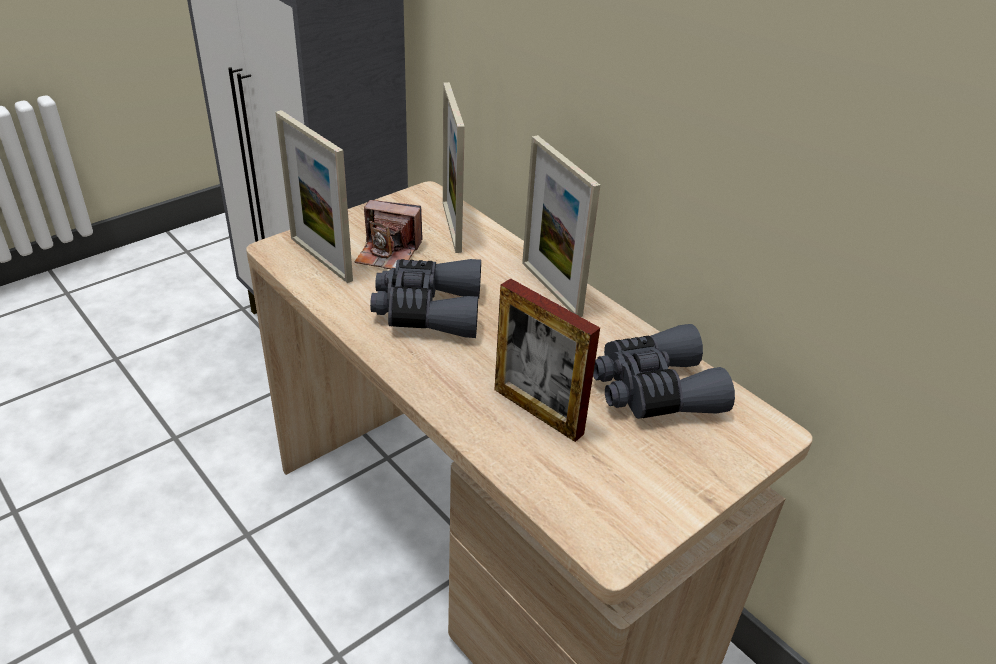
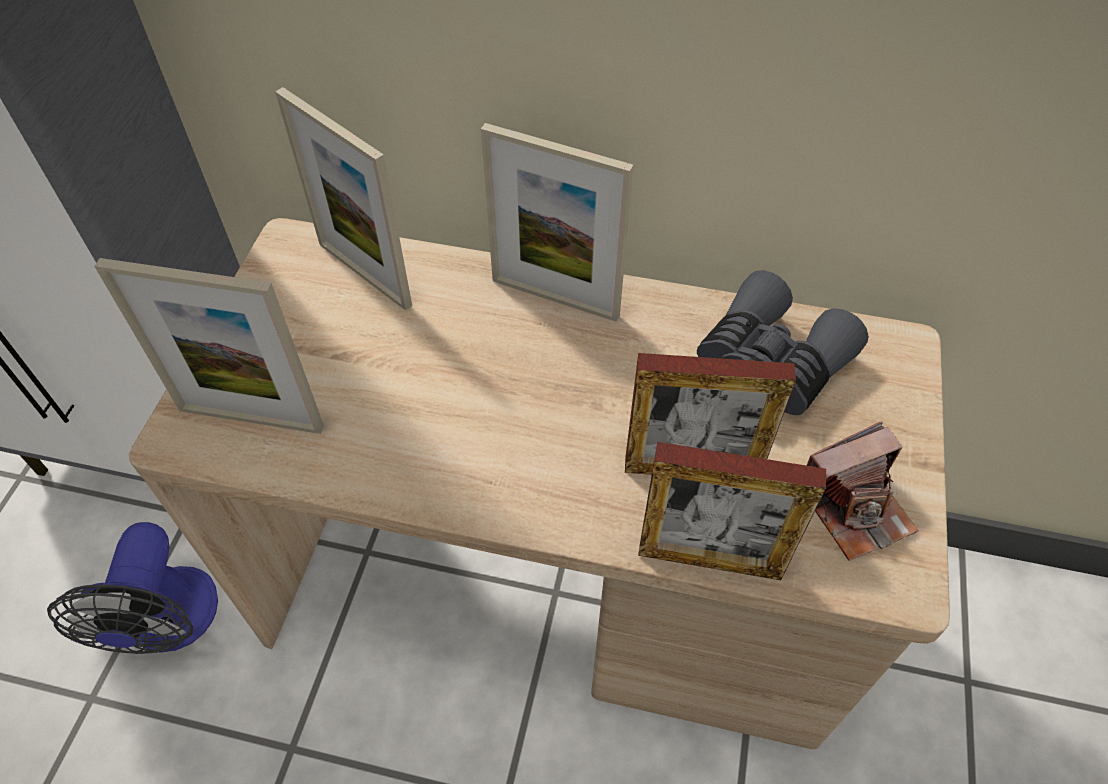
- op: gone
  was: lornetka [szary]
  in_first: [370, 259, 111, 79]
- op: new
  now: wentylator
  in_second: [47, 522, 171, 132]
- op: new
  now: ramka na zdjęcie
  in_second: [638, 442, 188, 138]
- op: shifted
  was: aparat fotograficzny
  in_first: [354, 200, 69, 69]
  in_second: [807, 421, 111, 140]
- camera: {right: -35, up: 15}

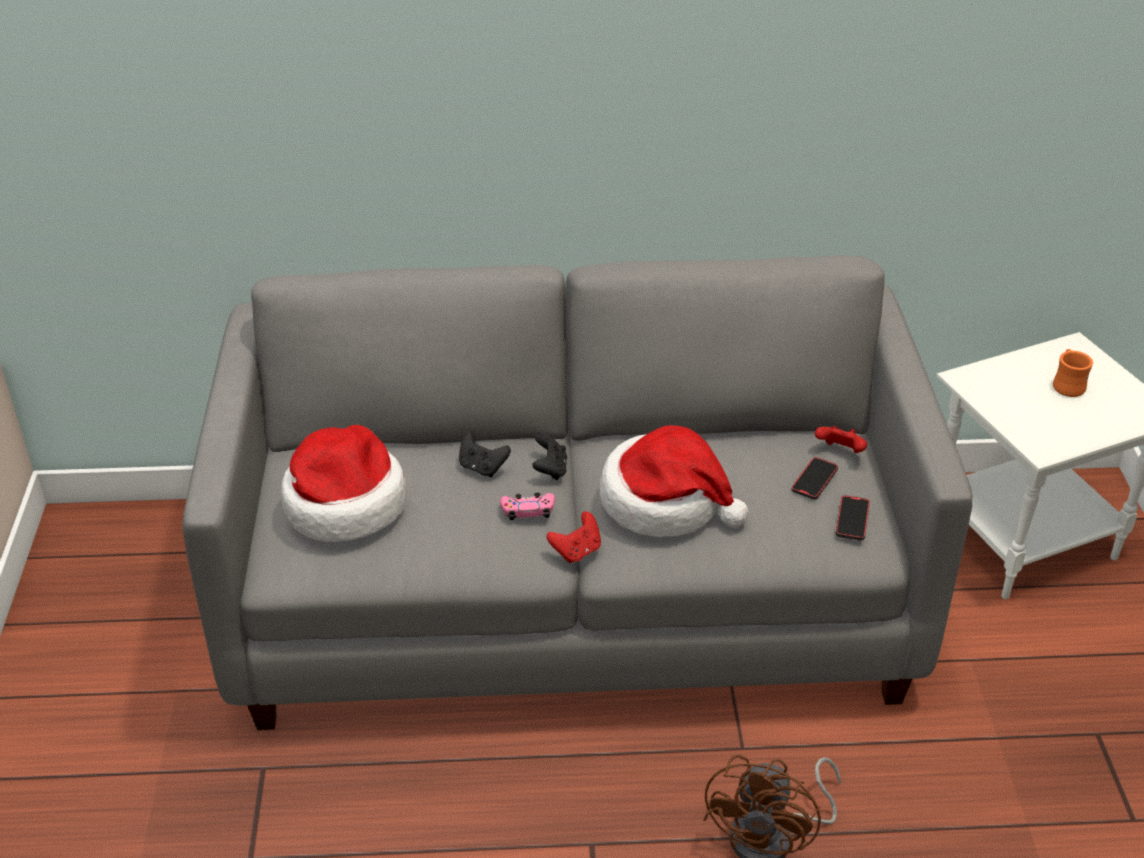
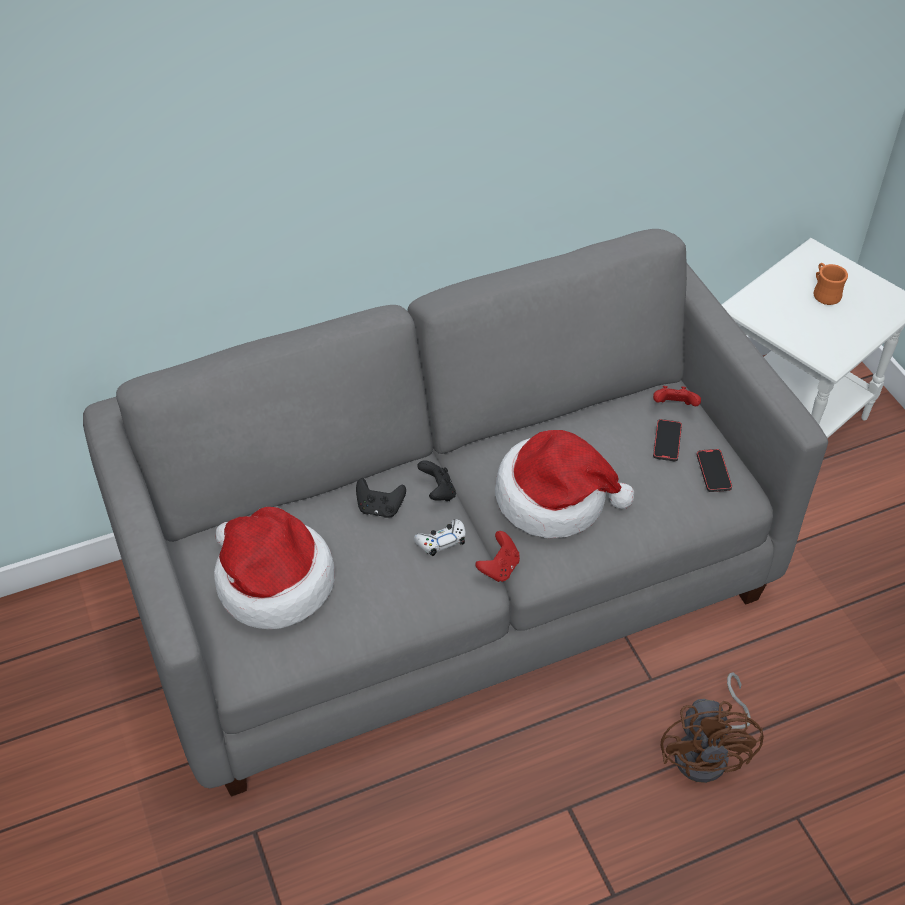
- op: repainted
  was: pad do gier [różowy]
  now: pad do gier [biały]
  in_first: [500, 492, 55, 28]
  in_second: [414, 519, 52, 37]
- camera: {right: -20, up: 10}

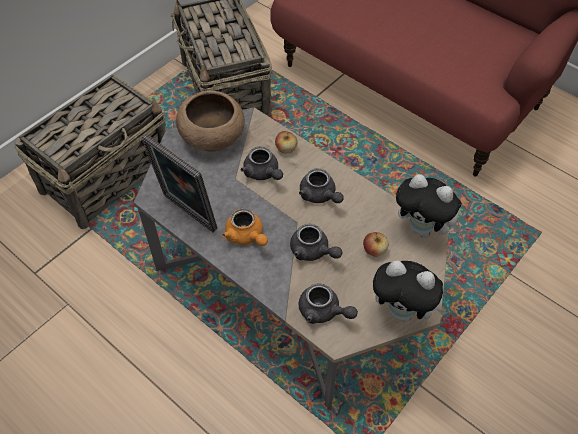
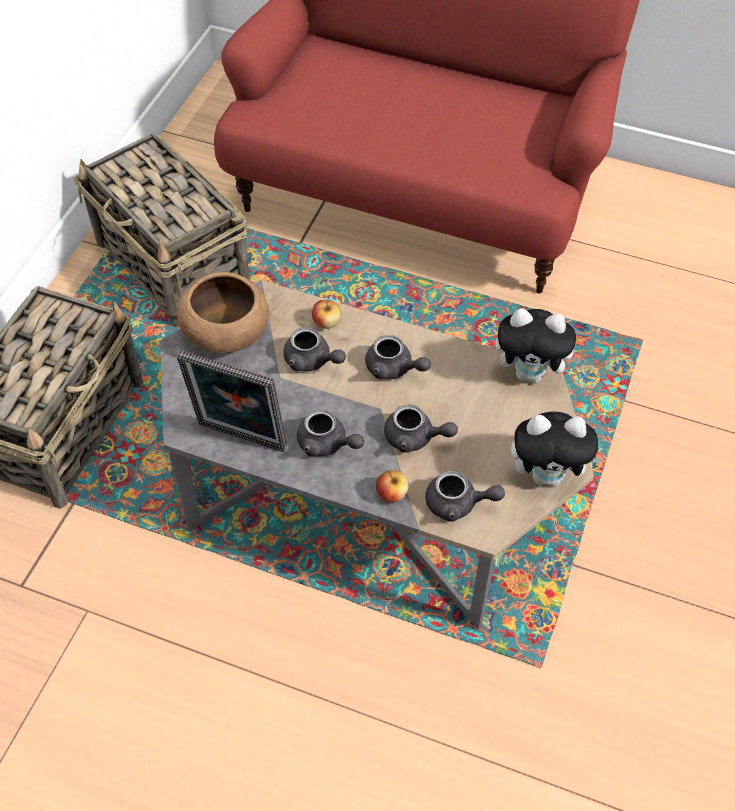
- op: shifted
  was: jabłko
  in_first: [363, 232, 25, 25]
  in_second: [376, 470, 33, 32]
- op: repainted
  was: imbryk [pomarańczowy]
  now: imbryk [szary]
  in_first: [222, 208, 46, 38]
  in_second: [297, 409, 67, 48]
- camera: {right: -20, up: 0}

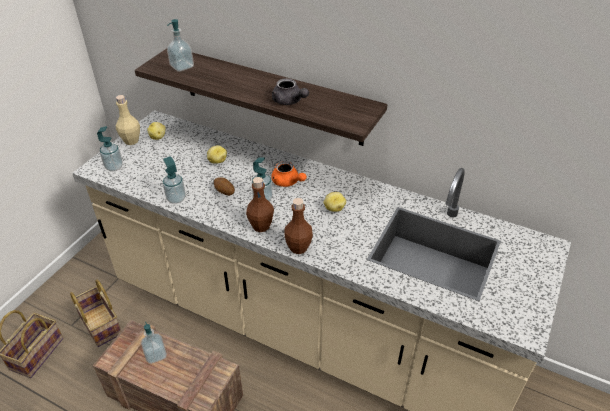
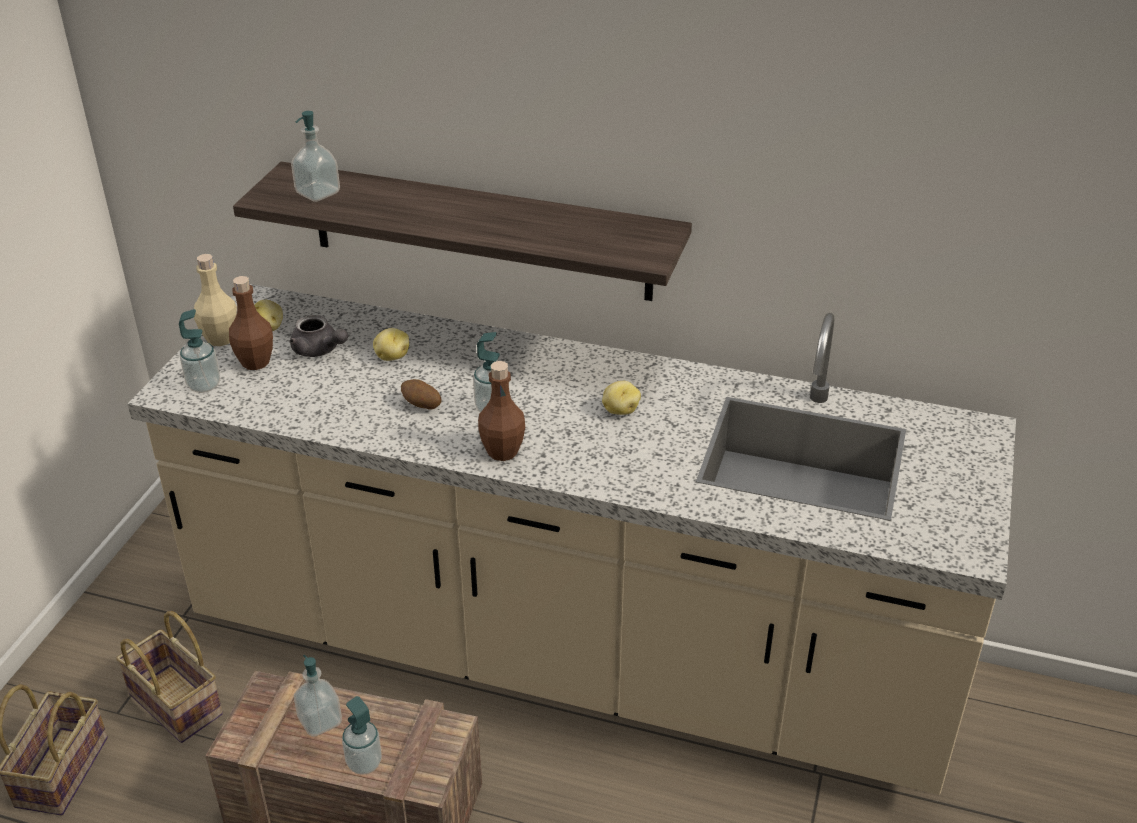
- op: gone
  was: imbryk [pomarańczowy]
  in_first: [271, 161, 36, 26]
- op: shifted
  was: dozownik mydła
  in_first: [163, 156, 23, 48]
  in_second: [342, 696, 40, 79]
- op: shifted
  was: imbryk [szary]
  in_first: [272, 78, 37, 27]
  in_second: [289, 315, 59, 42]
- op: shifted
  was: butelka [brązowy]
  in_first: [284, 198, 29, 56]
  in_second: [229, 276, 44, 94]
- camera: {right: -10, up: -5}

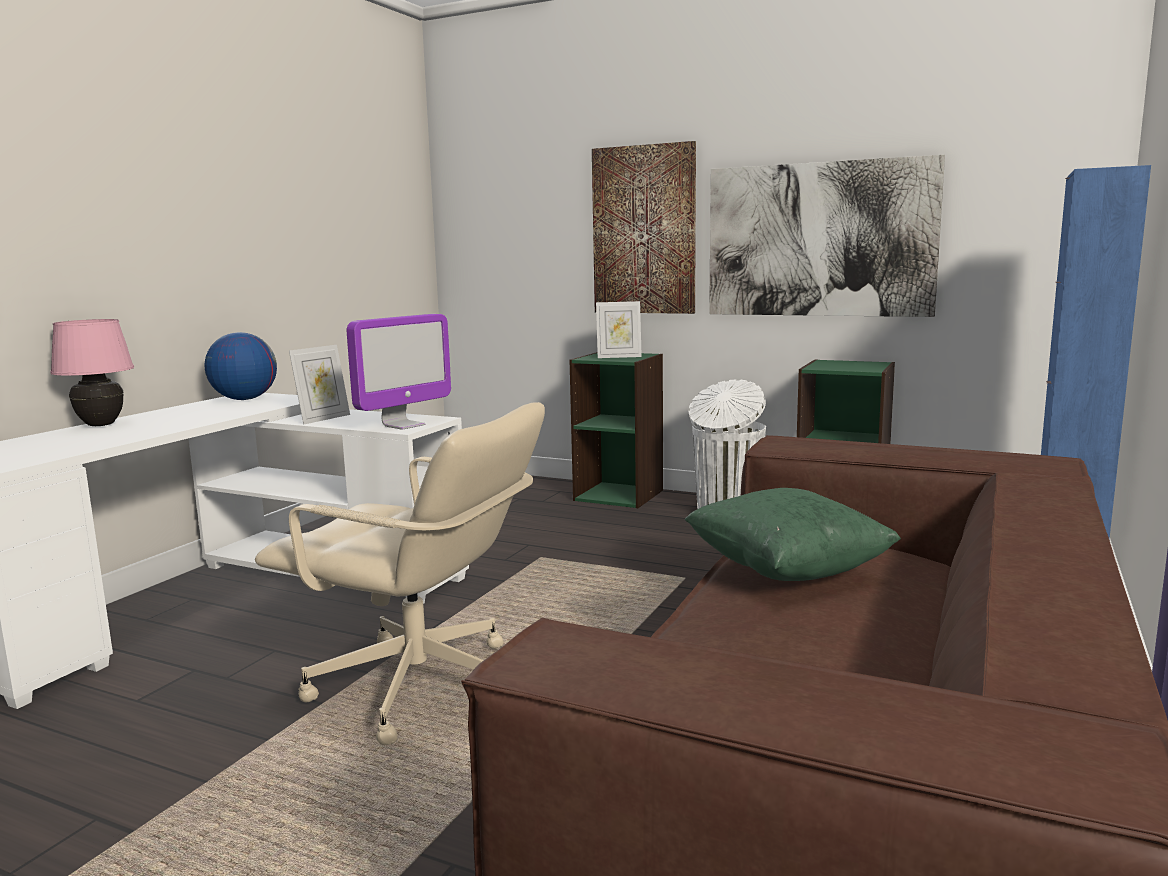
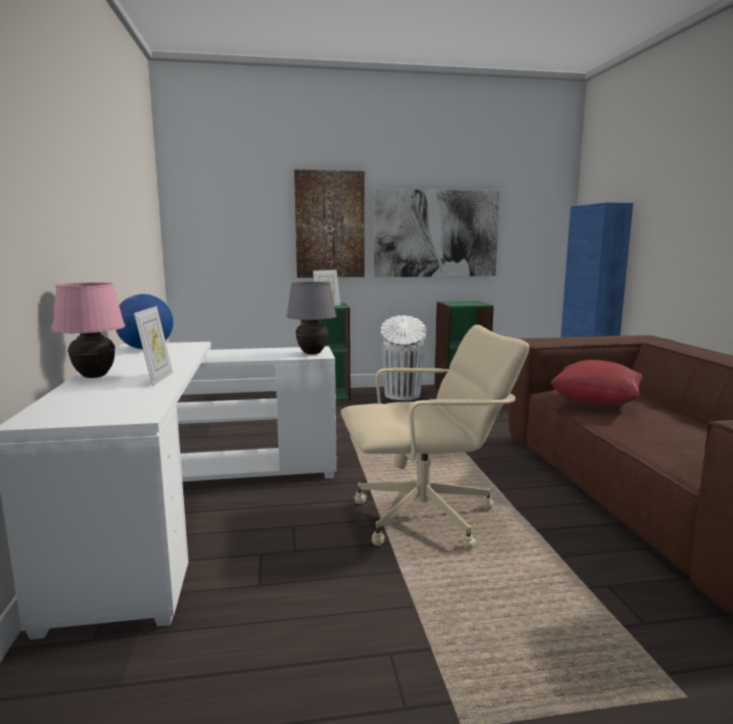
- op: shifted
  was: ramka na zdjęcie
  in_first: [289, 345, 61, 80]
  in_second: [134, 306, 39, 80]
- op: swapped
  was: monitor
  now: lampa stołowa [szary]
  in_first: [347, 314, 104, 116]
  in_second: [286, 282, 51, 73]
- op: repainted
  was: poduszka [zielony]
  now: poduszka [czerwony]
  in_first: [685, 488, 216, 93]
  in_second: [550, 360, 93, 45]
- camera: {right: -35, up: 0}

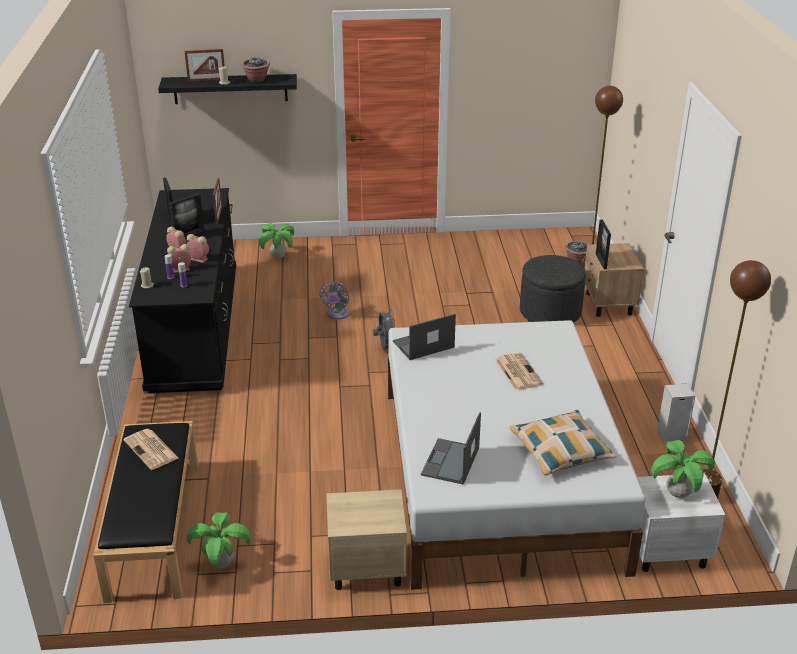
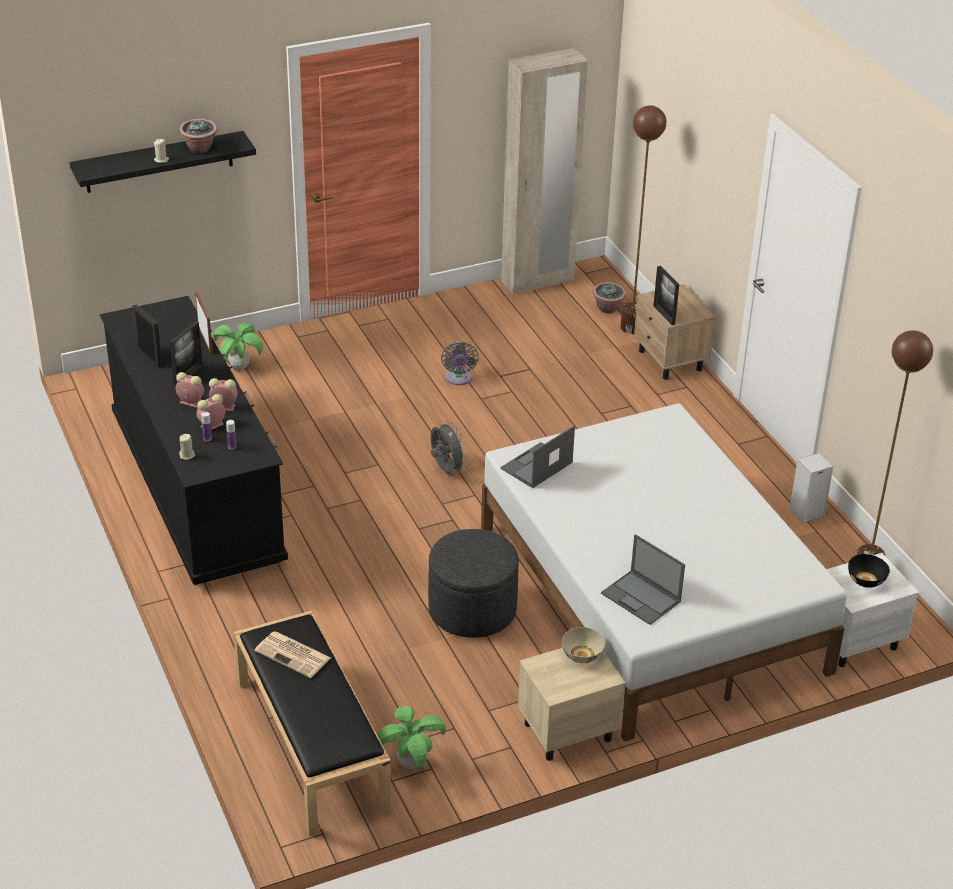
- op: gone
  was: ramka na zdjęcie
  in_first: [185, 49, 40, 33]
- op: gone
  was: gazeta
  in_first: [495, 353, 48, 37]
- op: gone
  was: poduszka
  in_first: [509, 410, 108, 66]
- op: new
  now: szafa [beżowy]
  in_second: [501, 48, 87, 247]
- op: new
  now: miska [beżowy]
  in_second: [562, 627, 43, 36]
- op: shifted
  was: wentylator [szary]
  in_first: [319, 282, 31, 37]
  in_second: [441, 341, 38, 44]
- op: shifted
  was: pufa [szary]
  in_first: [520, 255, 66, 68]
  in_second: [428, 529, 91, 109]
- op: swapped
  was: roślina doniczkowa
  now: miska [czarny]
  in_first: [651, 440, 64, 58]
  in_second: [848, 554, 42, 34]
- op: rotated
  was: laptop
  in_first: [421, 412, 60, 73]
  in_second: [601, 534, 84, 91]
  clockwise: -45
- camera: {right: -20, up: 5}

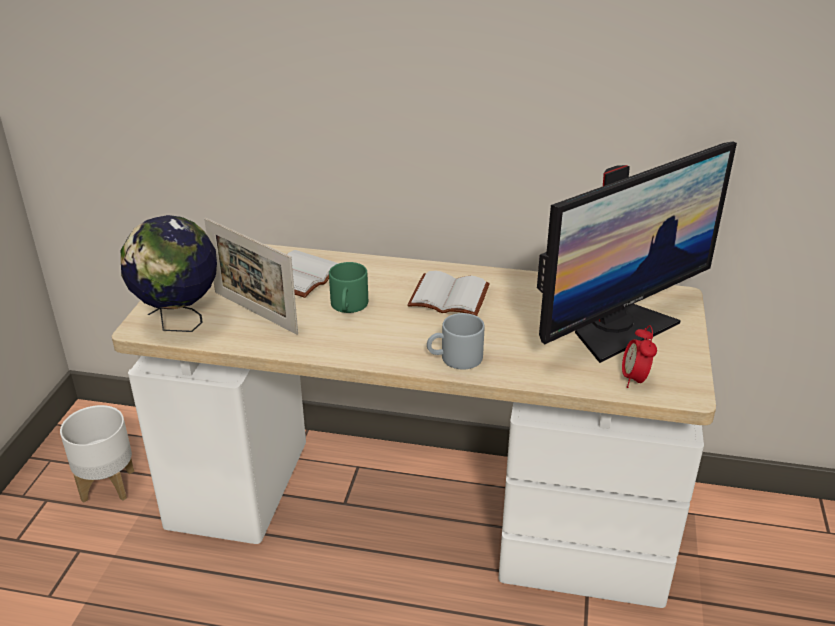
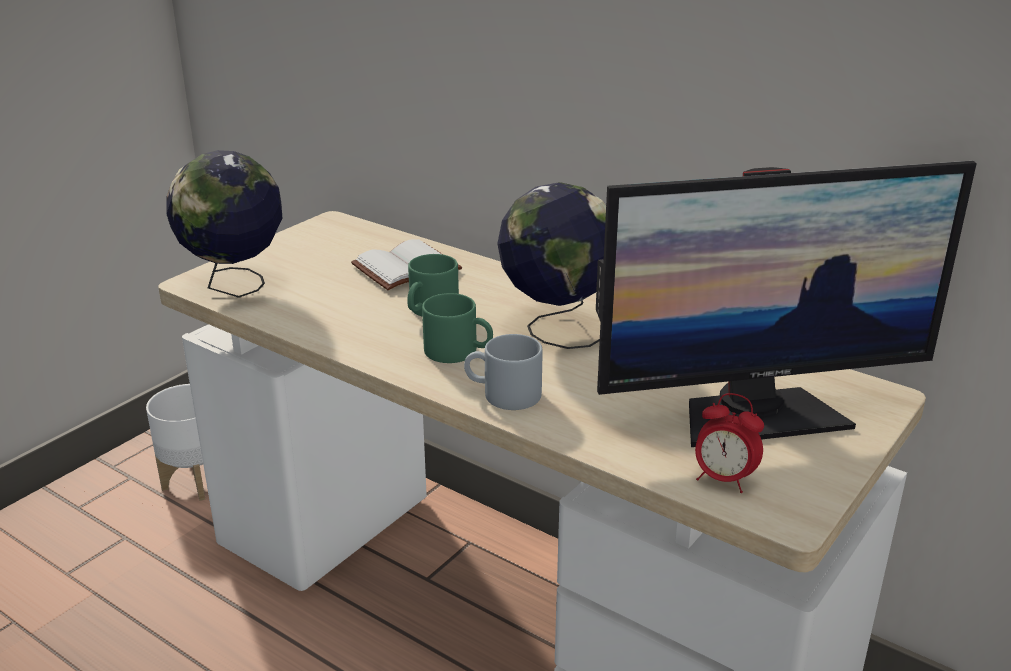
- op: gone
  was: ramka na zdjęcie
  in_first: [204, 218, 94, 117]
- op: new
  now: kubek [zielony]
  in_second: [422, 293, 71, 70]
- op: swapped
  was: książka [biały]
  now: globus
  in_first: [407, 271, 83, 45]
  in_second: [497, 182, 109, 167]
- op: rotated
  was: budzik
  in_first: [622, 325, 35, 63]
  in_second: [695, 393, 69, 100]
  clockwise: -90
- camera: {right: 25, up: -5}

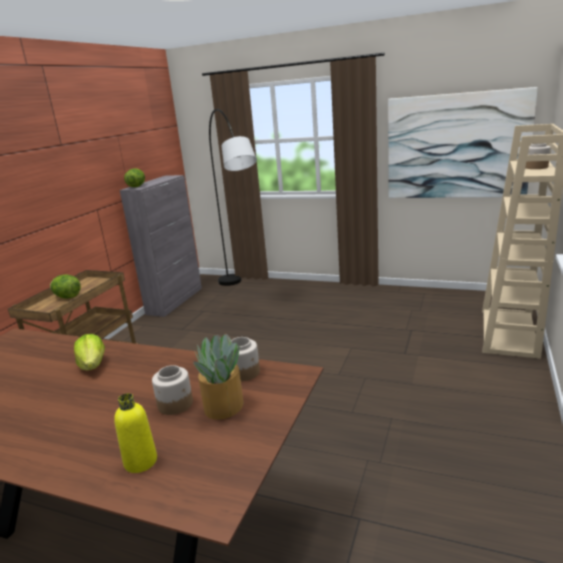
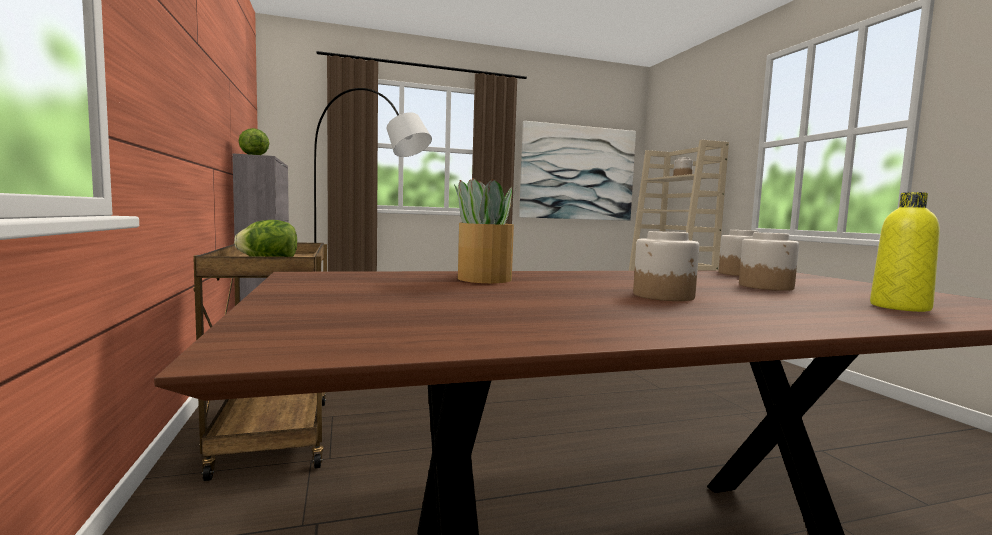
- op: gone
  was: sałata
  in_first: [74, 334, 31, 37]
- op: new
  now: słoik
  in_second: [633, 231, 66, 70]
- op: shifted
  was: roślina doniczkowa
  in_first: [193, 333, 51, 87]
  in_second: [454, 178, 63, 105]
- camera: {right: -40, up: -15}

